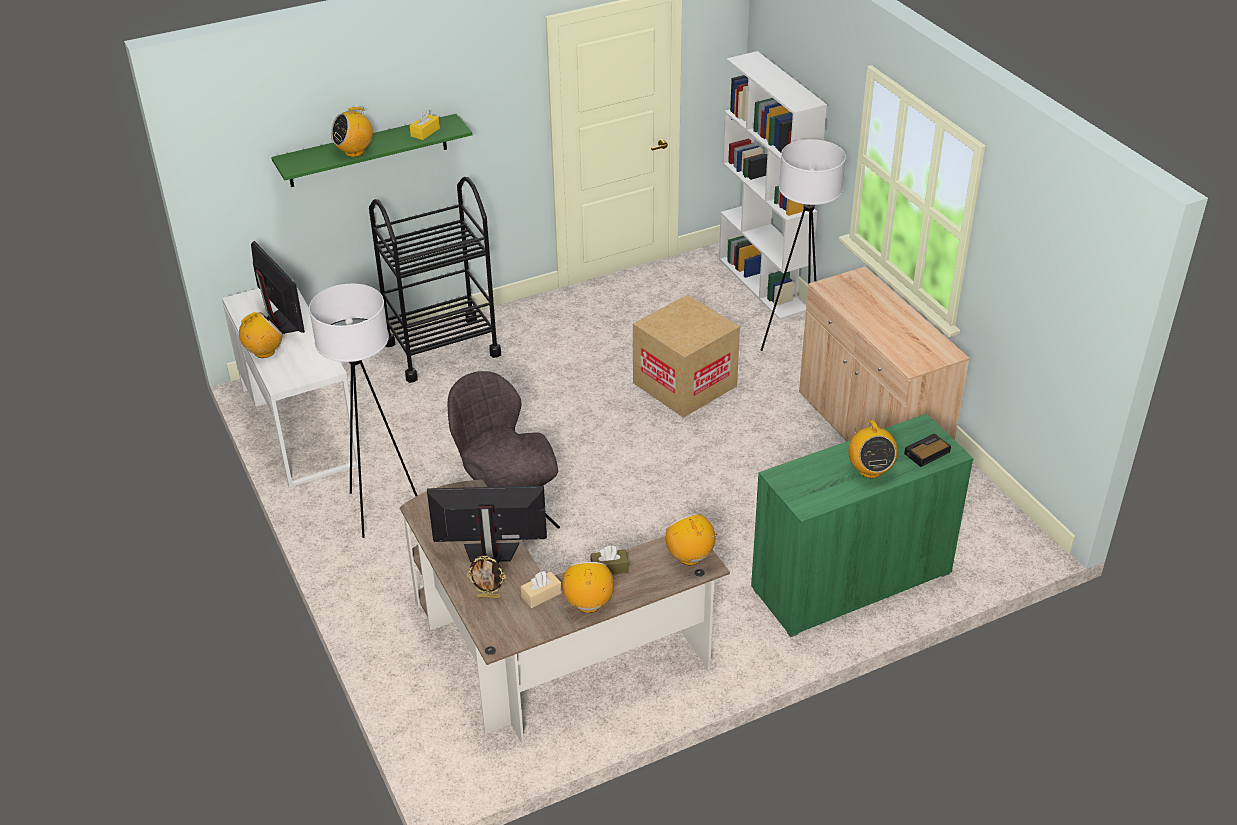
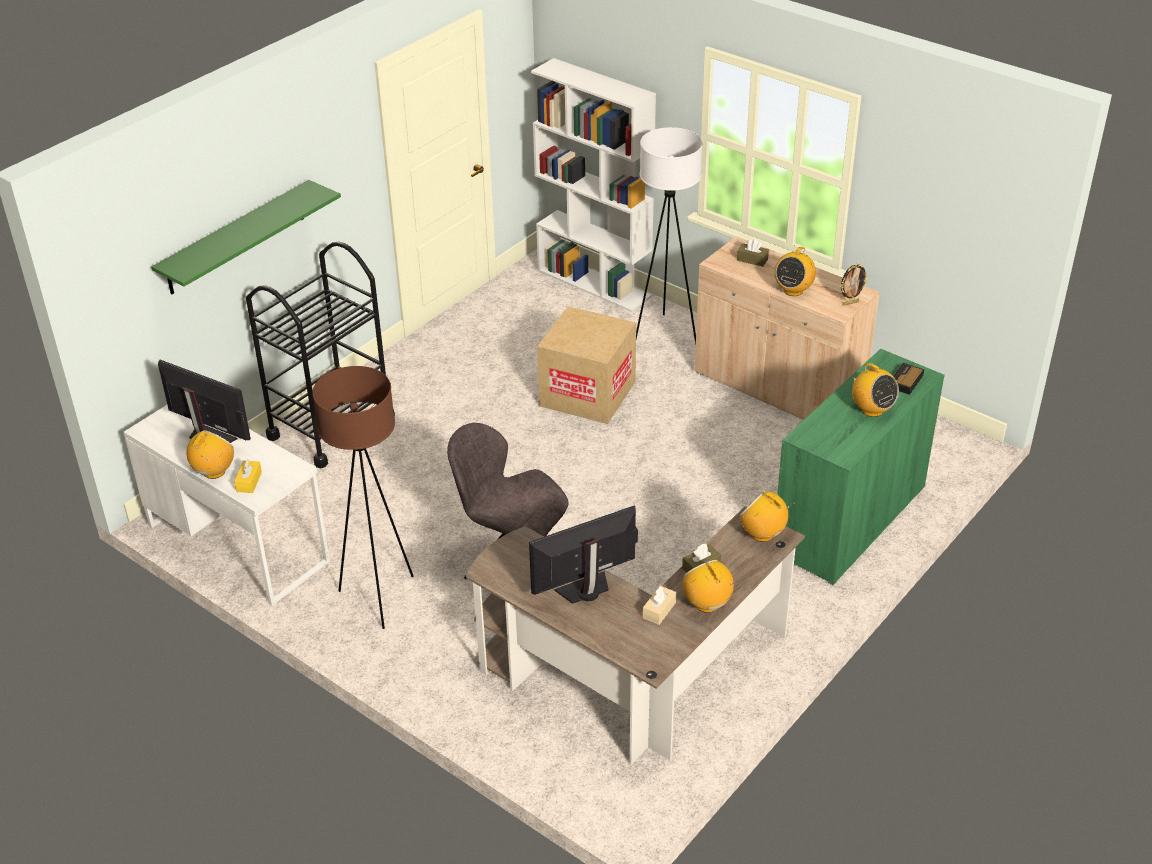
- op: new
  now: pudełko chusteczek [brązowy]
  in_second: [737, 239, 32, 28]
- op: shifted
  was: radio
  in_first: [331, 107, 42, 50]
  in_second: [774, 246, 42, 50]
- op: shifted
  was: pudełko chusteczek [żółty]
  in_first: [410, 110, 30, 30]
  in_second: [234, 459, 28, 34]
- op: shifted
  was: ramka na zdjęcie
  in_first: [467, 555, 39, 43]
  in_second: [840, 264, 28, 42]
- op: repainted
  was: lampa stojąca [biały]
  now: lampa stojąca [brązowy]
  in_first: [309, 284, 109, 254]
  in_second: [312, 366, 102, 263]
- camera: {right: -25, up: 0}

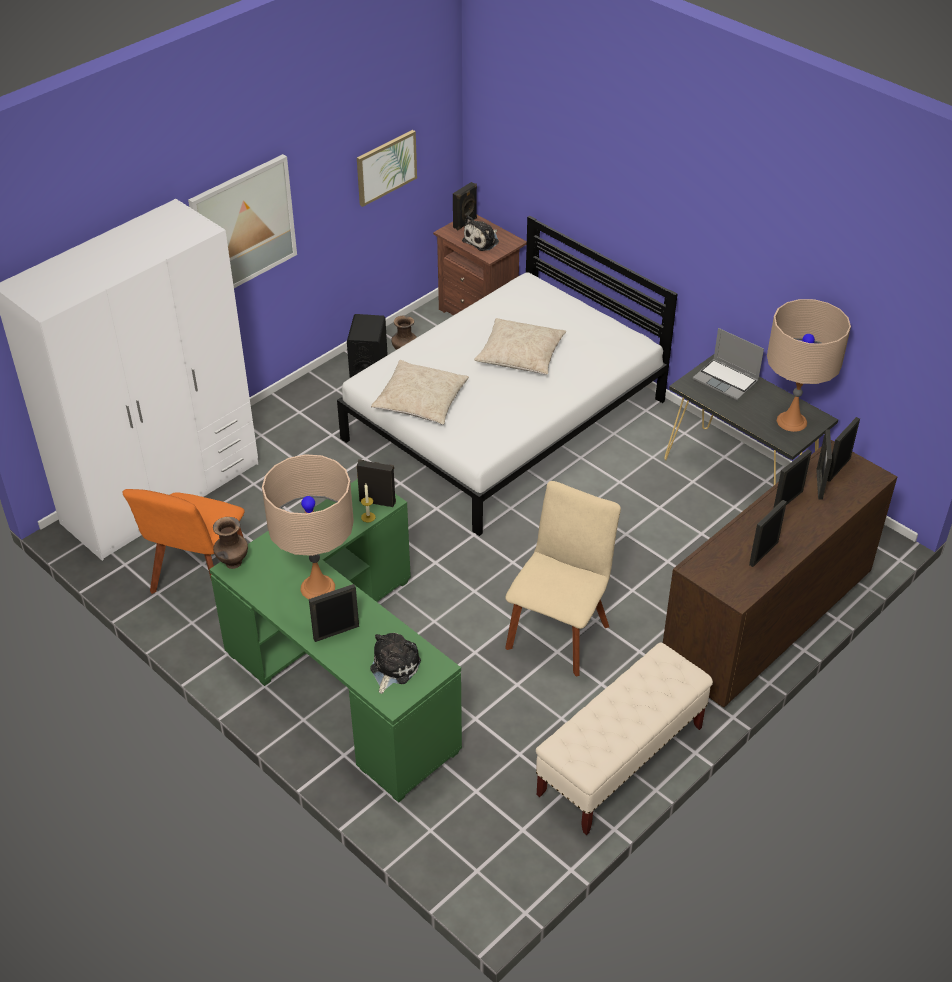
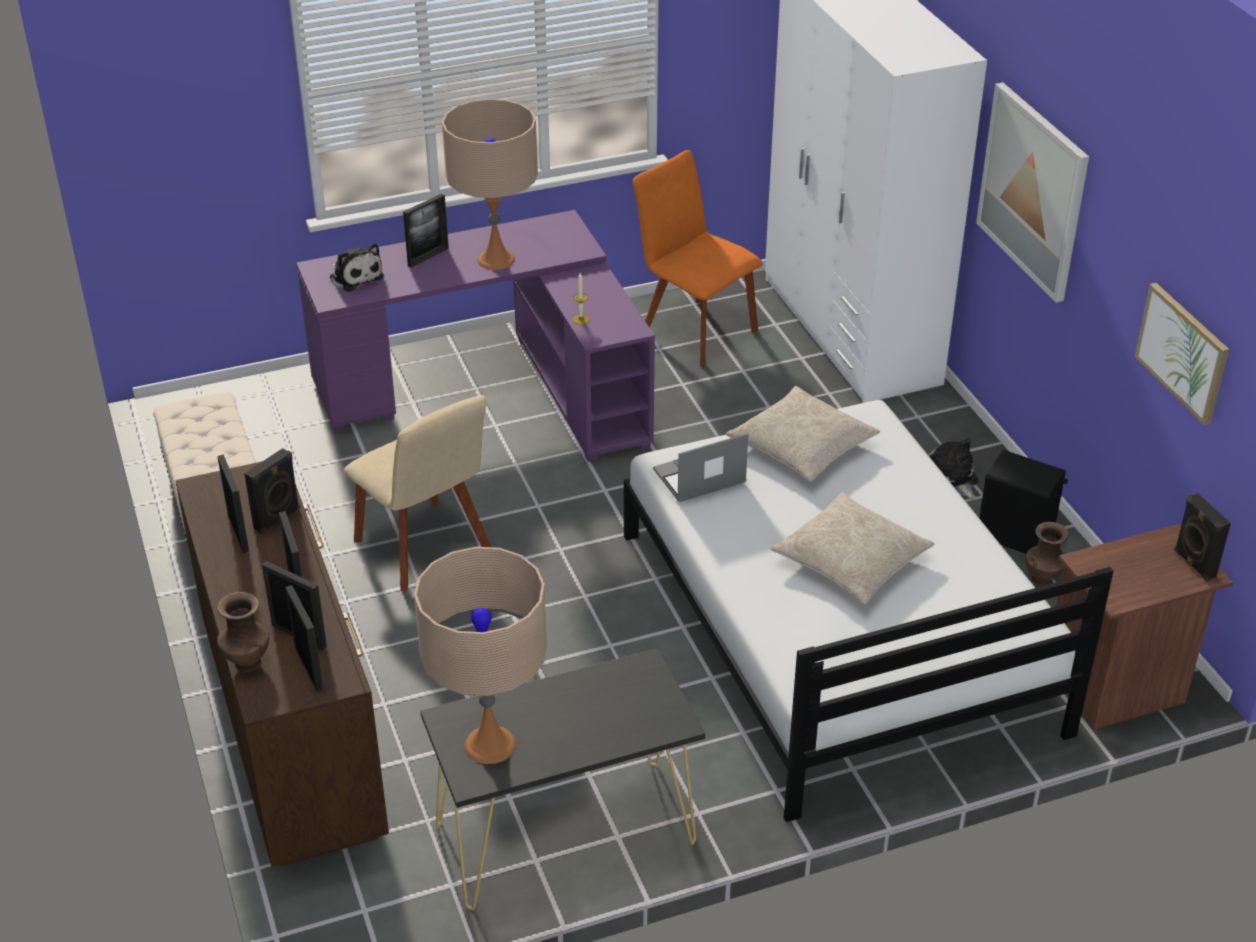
- op: shifted
  was: wazon [brązowy]
  in_first: [213, 517, 35, 52]
  in_second: [217, 592, 52, 80]
- op: shifted
  was: głośnik [czarny]
  in_first: [357, 459, 39, 48]
  in_second: [244, 448, 56, 86]
- op: shifted
  was: pluszak
  in_first: [462, 216, 37, 35]
  in_second: [929, 438, 49, 62]
- op: shifted
  was: laptop
  in_first: [693, 328, 71, 72]
  in_second: [653, 433, 95, 69]
- op: repainted
  was: biurko [zielony]
  now: biurko [fioletowy]
  in_first: [209, 479, 253, 324]
  in_second: [296, 210, 359, 252]
- op: rotated
  was: ramka na zdjęcie
  in_first: [309, 584, 50, 58]
  in_second: [403, 193, 46, 74]
  clockwise: 45
- camera: {right: 115, up: -5}

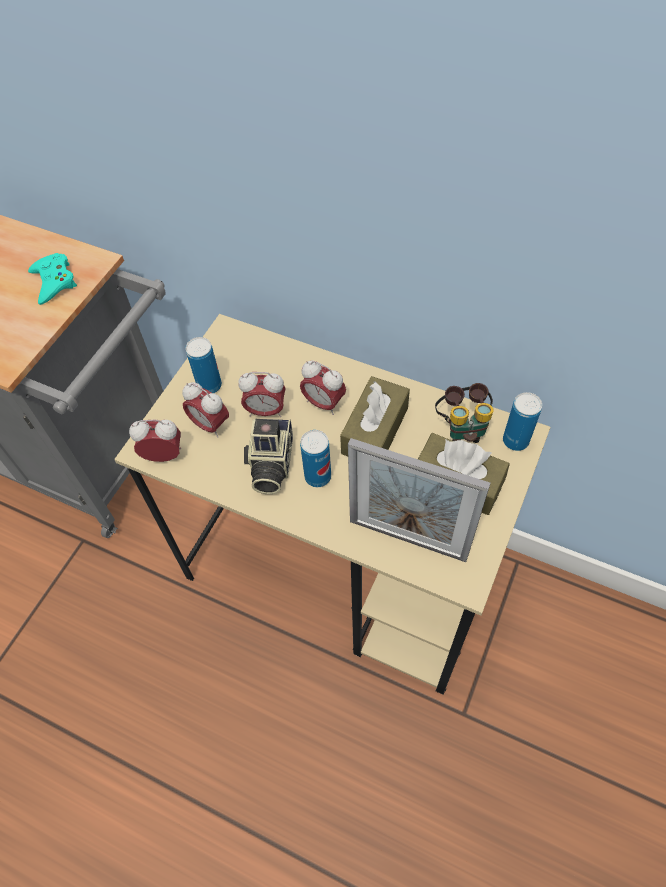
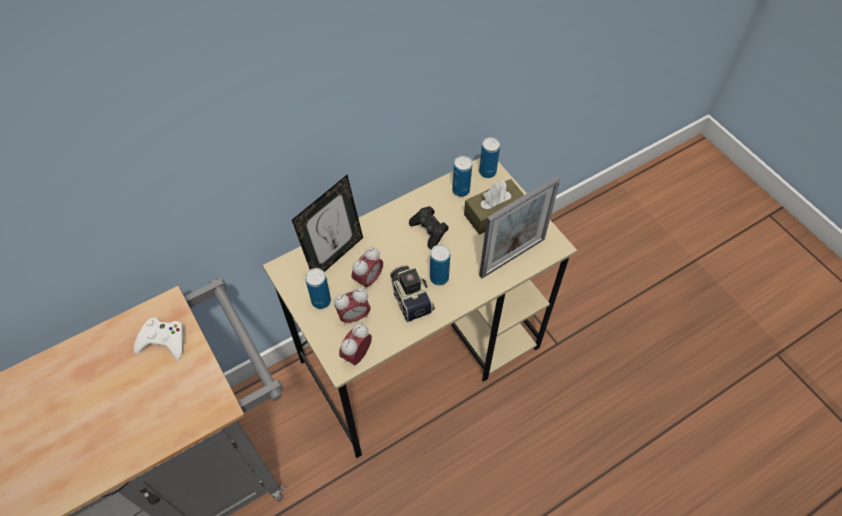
- op: gone
  was: budzik
  in_first: [300, 360, 46, 55]
- op: new
  now: ramka na zdjęcie
  in_second: [292, 175, 71, 97]
- op: swapped
  was: pudełko chusteczek [brązowy]
  now: pad do gier [czarny]
  in_first: [340, 376, 70, 80]
  in_second: [409, 206, 40, 43]
- op: swapped
  was: lornetka
  now: puszka
  in_first: [435, 383, 59, 60]
  in_second: [452, 156, 20, 41]
- op: repainted
  was: pad do gier [turkusowy]
  now: pad do gier [biały]
  in_first: [28, 253, 49, 52]
  in_second: [134, 318, 50, 42]
- op: rotated
  was: aparat fotograficzny
  in_first: [244, 418, 49, 76]
  in_second: [390, 265, 45, 58]
  clockwise: -150
- camera: {right: -60, up: 0}

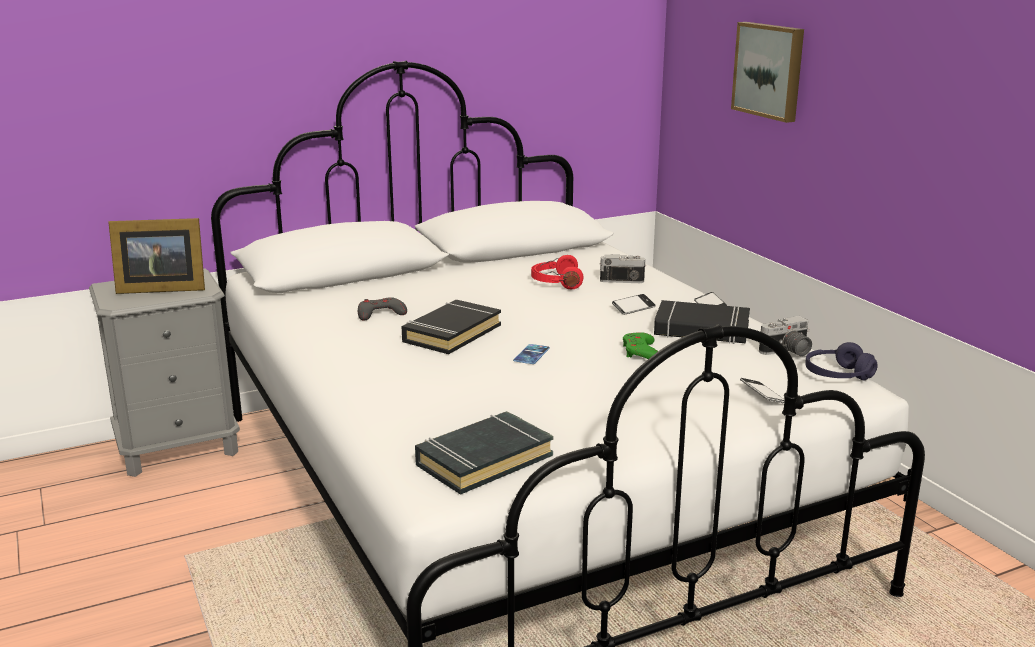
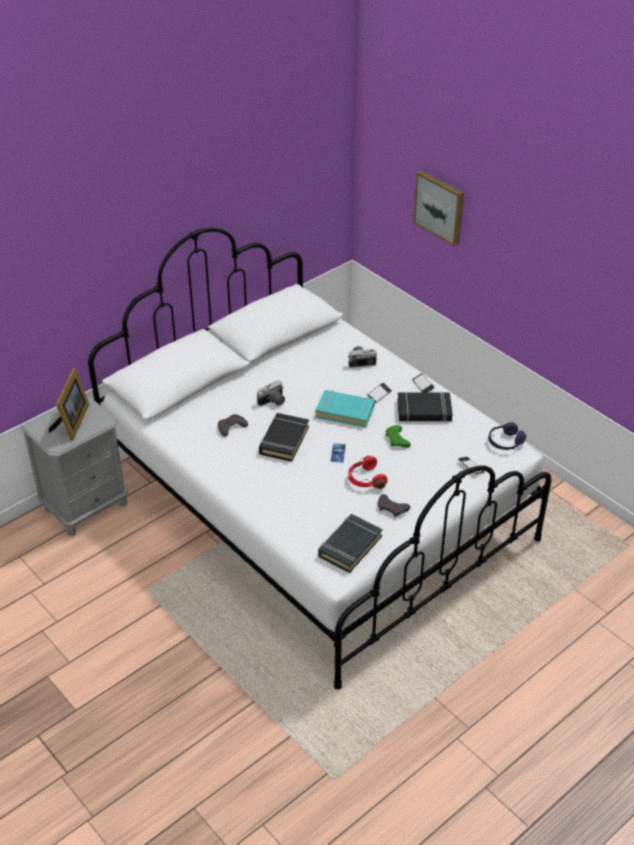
- op: new
  now: książka [turkusowy]
  in_second: [315, 390, 60, 38]
- op: new
  now: pad do gier [szary]
  in_second: [378, 494, 32, 23]
- op: shifted
  was: słuchawki [czerwony]
  in_first: [531, 255, 52, 34]
  in_second: [348, 456, 39, 33]
- op: shifted
  was: aparat fotograficzny
  in_first: [759, 316, 53, 40]
  in_second: [257, 380, 28, 26]
- op: rotated
  was: ramka na zdjęcie
  in_first: [108, 218, 97, 76]
  in_second: [49, 368, 40, 73]
  clockwise: -60
- camera: {right: -15, up: 20}

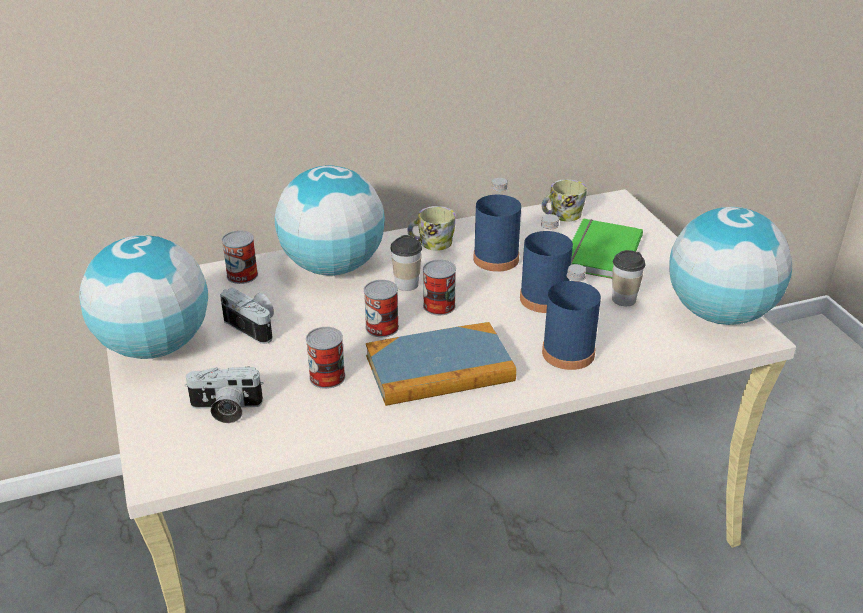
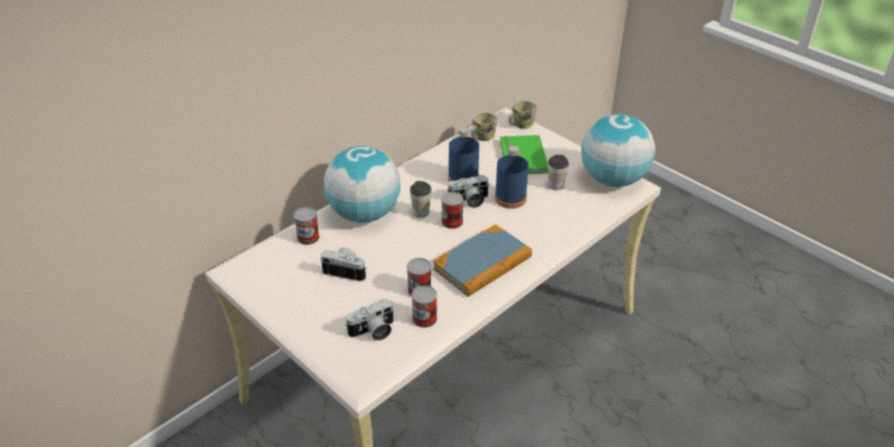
- op: gone
  was: globus
  in_first: [79, 235, 129, 124]
- op: gone
  was: butelka [niebieski]
  in_first: [542, 264, 59, 106]
- op: new
  now: aparat fotograficzny
  in_second: [447, 175, 43, 33]
- op: shifted
  was: puszka
  in_first: [364, 280, 35, 57]
  in_second: [412, 285, 25, 43]
- op: shifted
  was: kubek
  in_first: [407, 206, 49, 45]
  in_second: [508, 100, 29, 29]
- camera: {right: -25, up: 5}

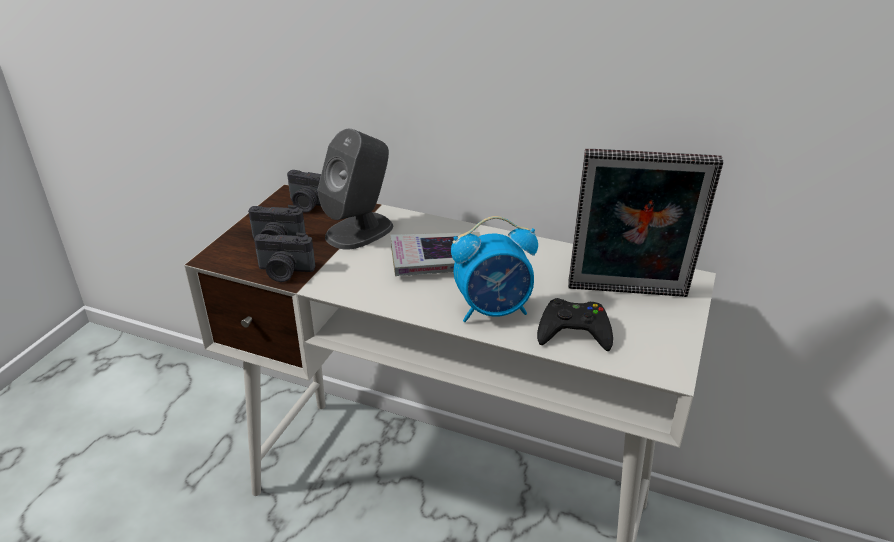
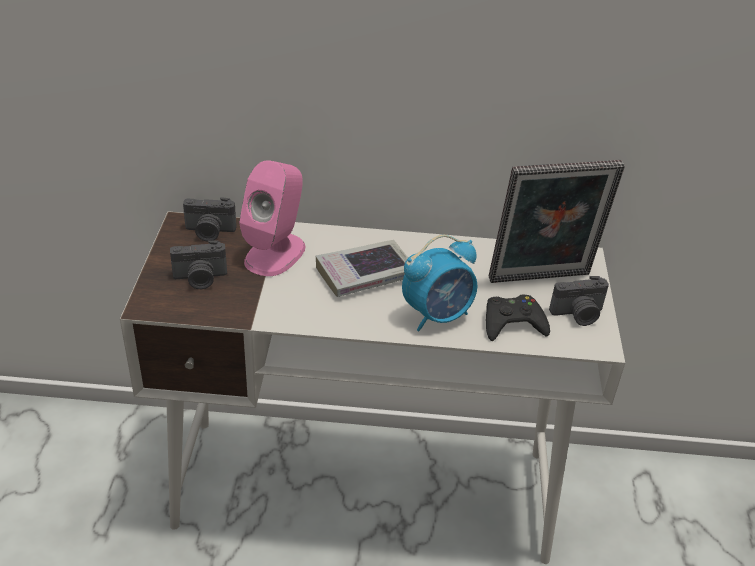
- op: shifted
  was: aparat fotograficzny
  in_first: [254, 233, 61, 49]
  in_second: [549, 276, 60, 50]
- op: repainted
  was: głośnik [szary]
  now: głośnik [różowy]
  in_first: [318, 129, 75, 121]
  in_second: [239, 160, 67, 116]
- camera: {right: -20, up: 5}

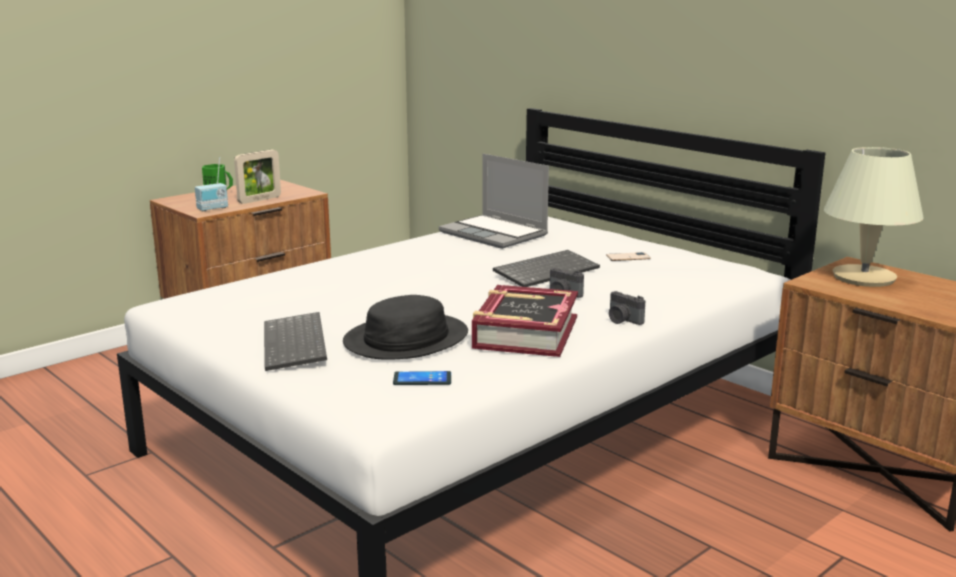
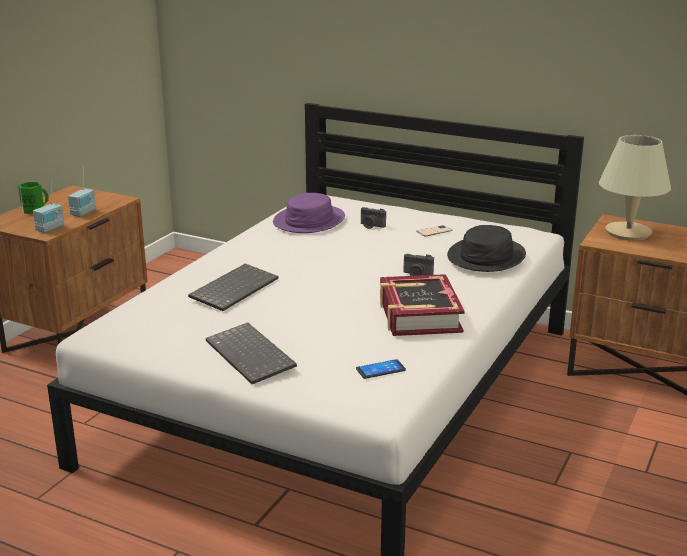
- op: shifted
  was: kapelusz [czarny]
  in_first: [343, 295, 125, 65]
  in_second: [447, 225, 79, 47]
- op: shifted
  was: klawiatura
  in_first: [493, 250, 107, 37]
  in_second: [188, 264, 90, 47]
- op: shifted
  was: aparat fotograficzny
  in_first: [609, 291, 36, 34]
  in_second: [361, 207, 25, 22]
- op: swapped
  was: ramka na zdjęcie
  now: radio
  in_first: [234, 150, 47, 54]
  in_second: [68, 166, 28, 51]
- op: swapped
  was: laptop
  now: kapelusz [fioletowy]
  in_first: [439, 154, 110, 95]
  in_second: [273, 193, 72, 40]
- camera: {right: -20, up: 5}

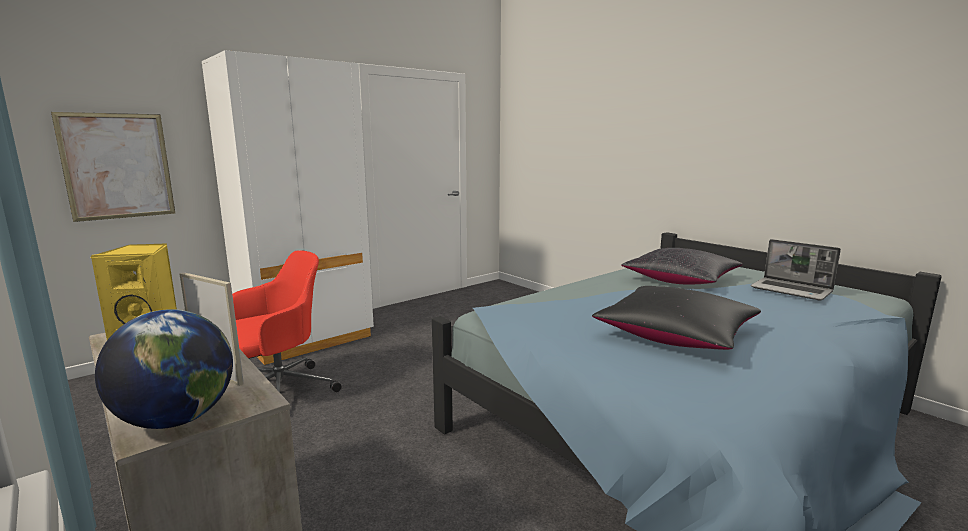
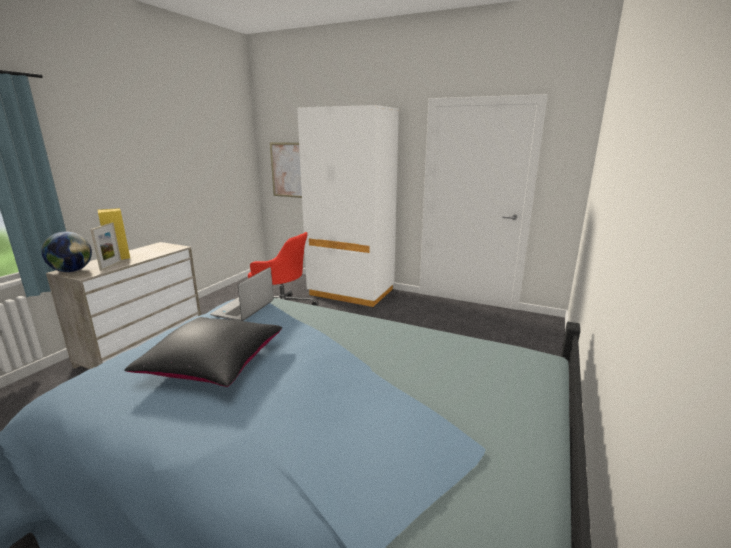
- op: gone
  was: poduszka [czarny]
  in_first: [621, 248, 121, 36]
- op: shifted
  was: laptop
  in_first: [751, 239, 90, 61]
  in_second: [210, 267, 64, 54]
- camera: {right: 65, up: 5}

